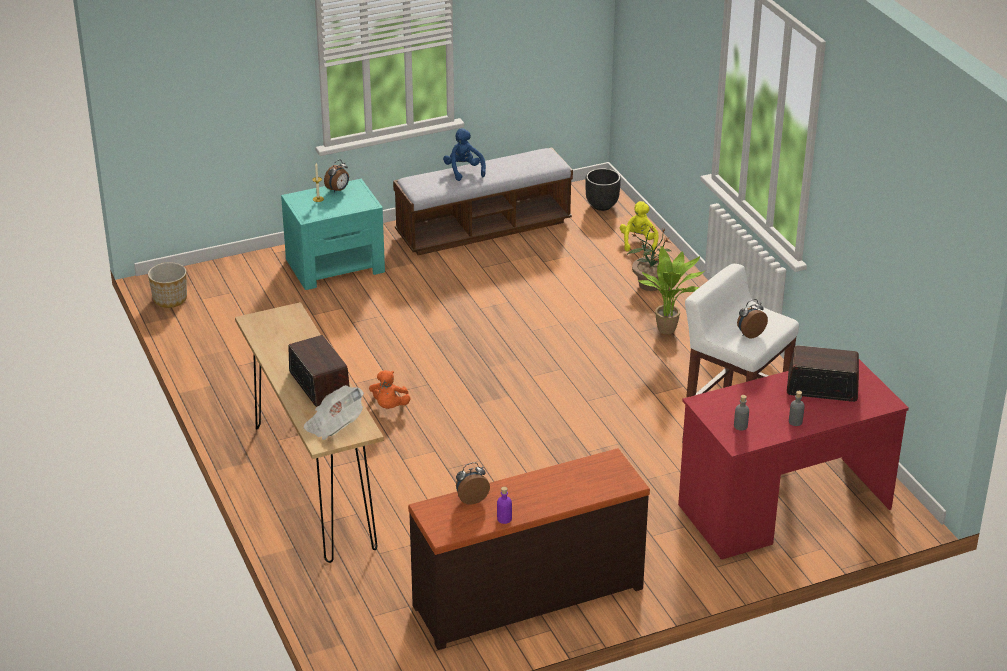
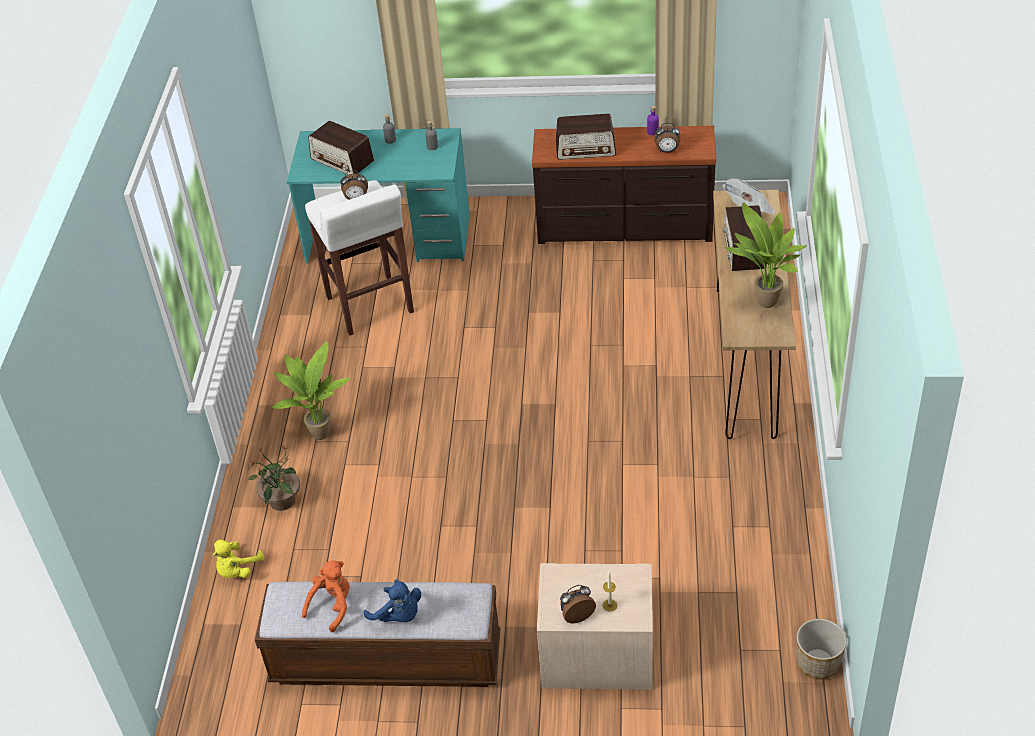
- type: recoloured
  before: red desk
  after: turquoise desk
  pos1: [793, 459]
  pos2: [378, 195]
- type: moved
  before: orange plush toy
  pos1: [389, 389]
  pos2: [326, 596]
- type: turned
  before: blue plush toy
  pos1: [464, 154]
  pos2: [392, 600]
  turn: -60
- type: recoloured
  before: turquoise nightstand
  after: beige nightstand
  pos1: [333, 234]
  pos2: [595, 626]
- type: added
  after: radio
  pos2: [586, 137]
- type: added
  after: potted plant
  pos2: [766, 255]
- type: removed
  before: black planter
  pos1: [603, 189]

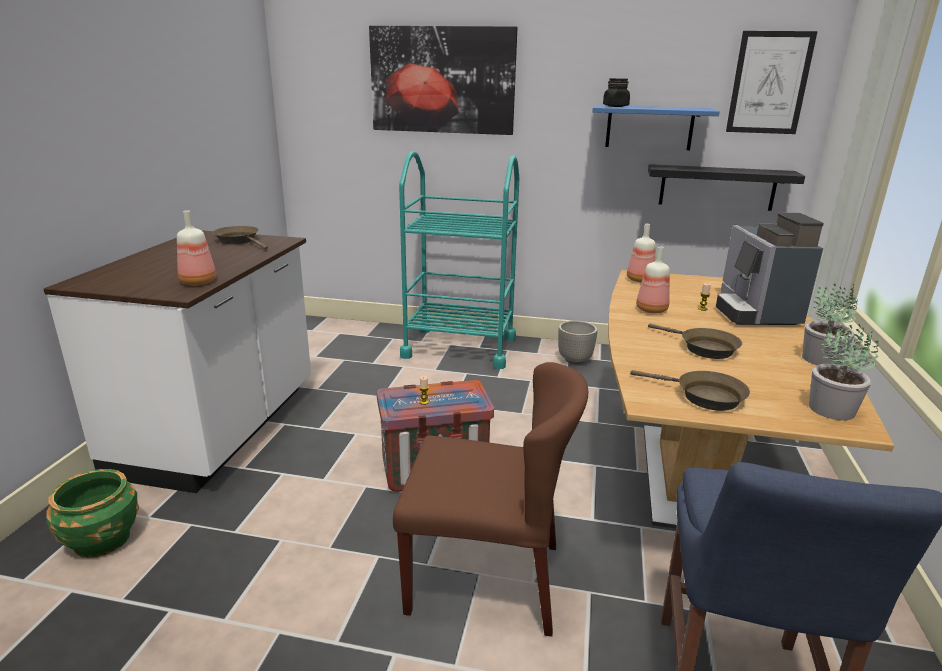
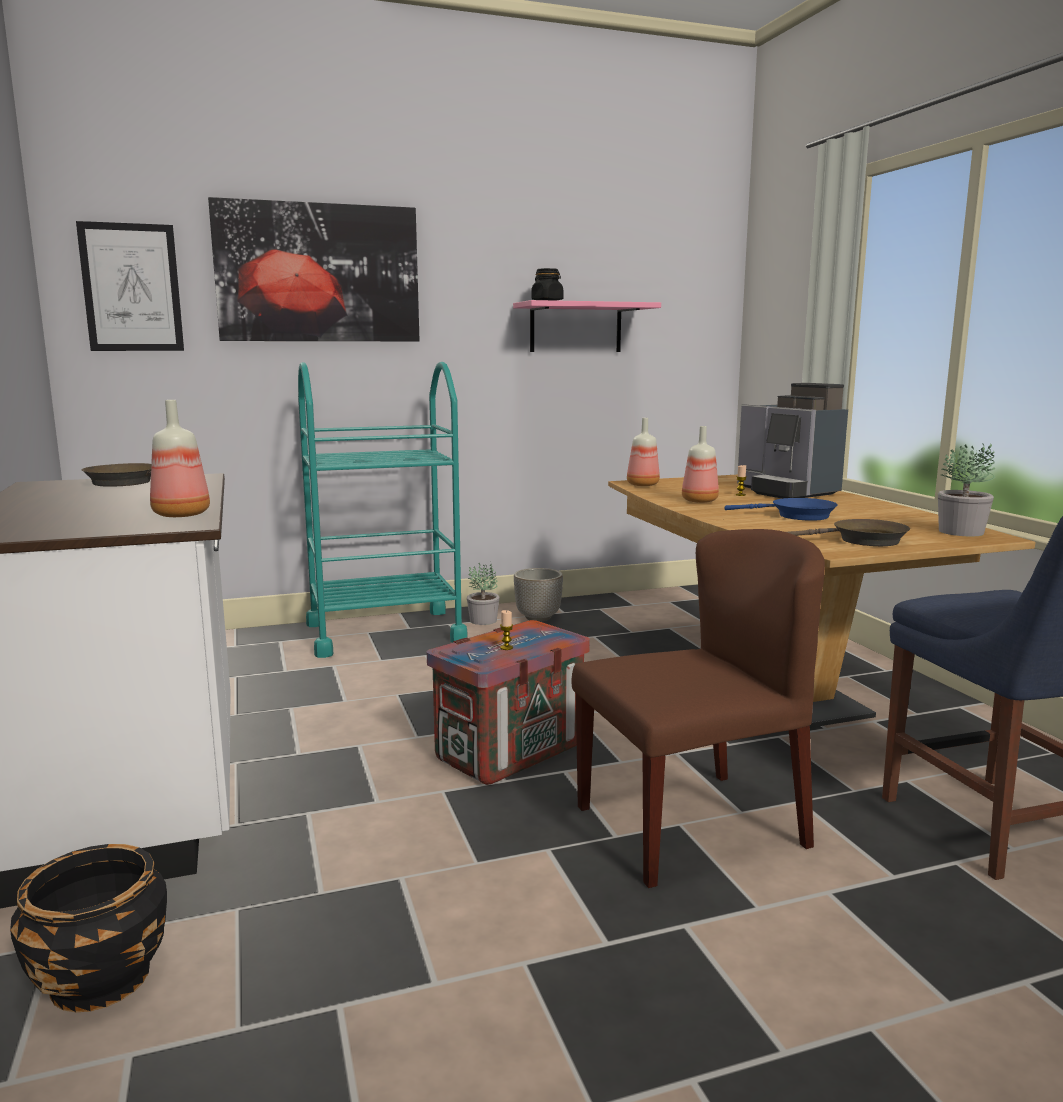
- type: recoloured
  before: green planter
  after: black planter
  pos1: [93, 513]
  pos2: [88, 928]
- type: moved
  before: picture
  pos1: [772, 82]
  pos2: [130, 286]
- type: moved
  before: potted plant
  pos1: [830, 324]
  pos2: [483, 594]
- type: recoloured
  before: blue shelf
  after: pink shelf
  pos1: [656, 127]
  pos2: [587, 326]
- type: recoloured
  before: brown frying pan
  after: blue frying pan
  pos1: [695, 341]
  pos2: [781, 509]
- type: removed
  before: black shelf
  pos1: [726, 187]

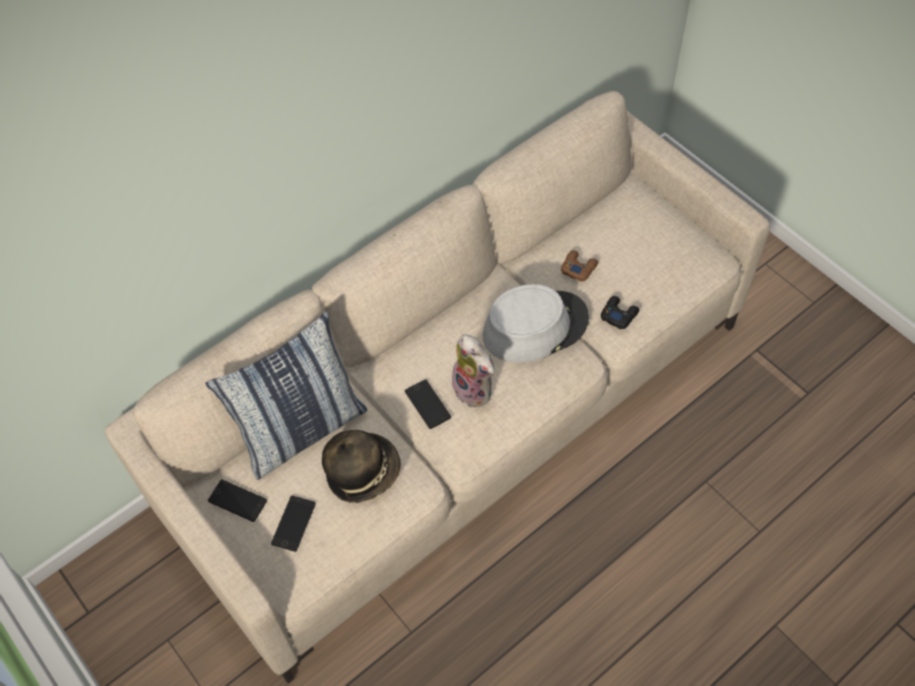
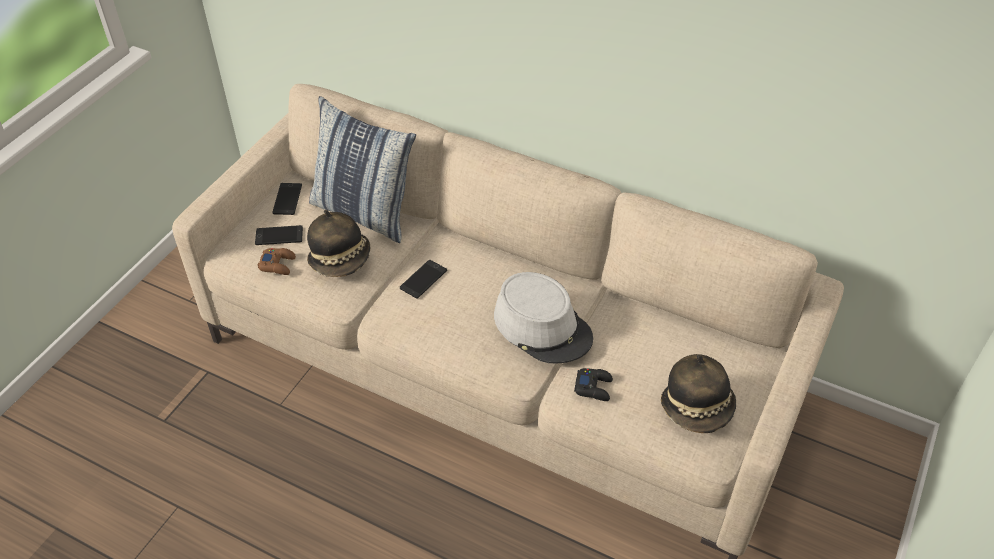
- type: moved
  before: brown game controller
  pos1: [579, 266]
  pos2: [277, 261]
- type: added
  after: hat
  pos2: [698, 393]
- type: removed
  before: plush toy
  pos1: [473, 371]

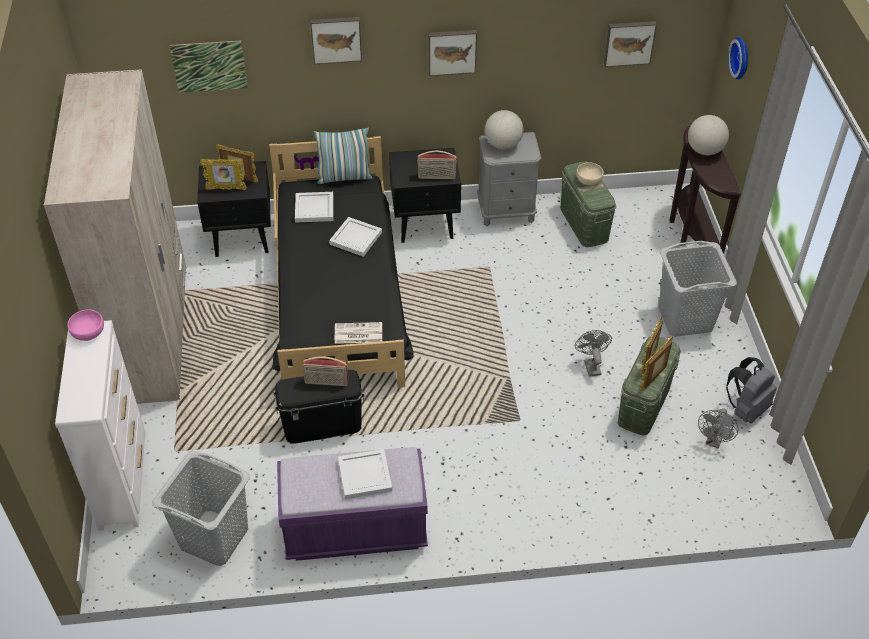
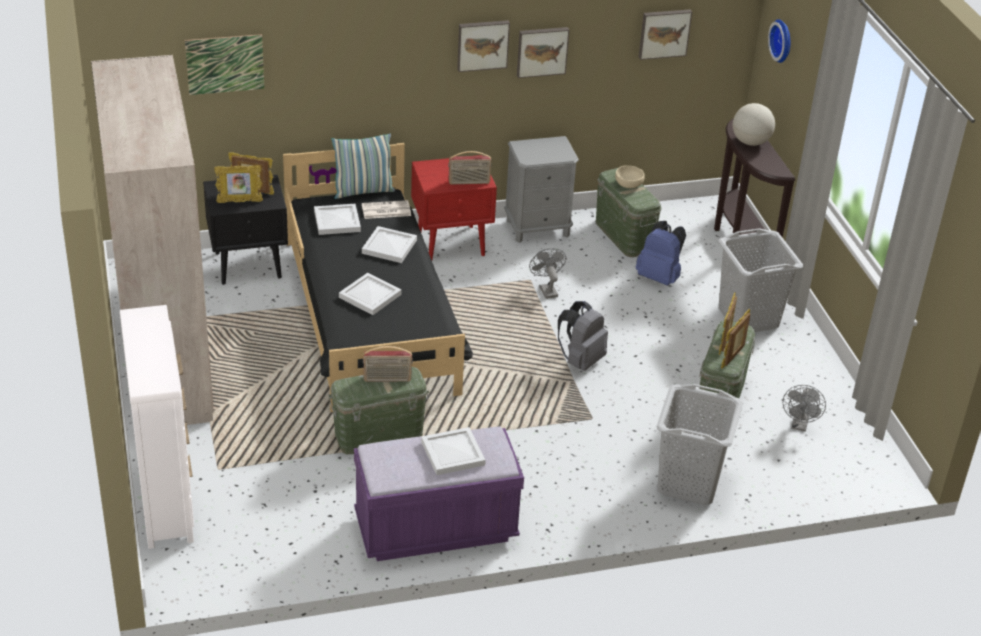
- type: recoloured
  before: black storage box
  after: green storage box
  pos1: [319, 406]
  pos2: [378, 410]
- type: added
  after: white tray
  pos2: [370, 294]
- type: moved
  before: newspaper
  pos1: [358, 333]
  pos2: [386, 209]
- type: recoloured
  before: black nightstand
  after: red nightstand
  pos1: [425, 195]
  pos2: [454, 207]
- type: moved
  before: picture
  pos1: [336, 40]
  pos2: [543, 52]
- type: moved
  before: grey fan
  pos1: [593, 353]
  pos2: [547, 273]
- type: moved
  before: grey backpack
  pos1: [751, 390]
  pos2: [583, 336]
- type: added
  after: blue backpack
  pos2: [661, 253]
- type: moved
  before: grey laundry basket
  pos1: [201, 508]
  pos2: [699, 444]
- type: removed
  before: pink bowl
  pos1: [85, 325]
- type: removed
  before: globe
  pos1: [504, 129]

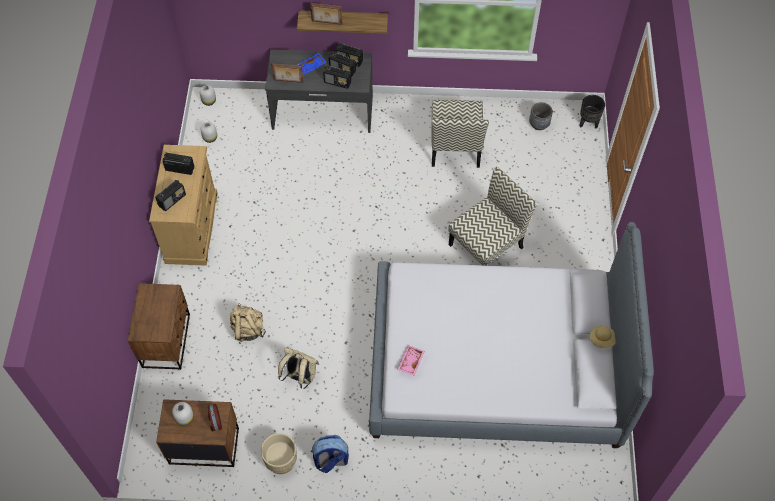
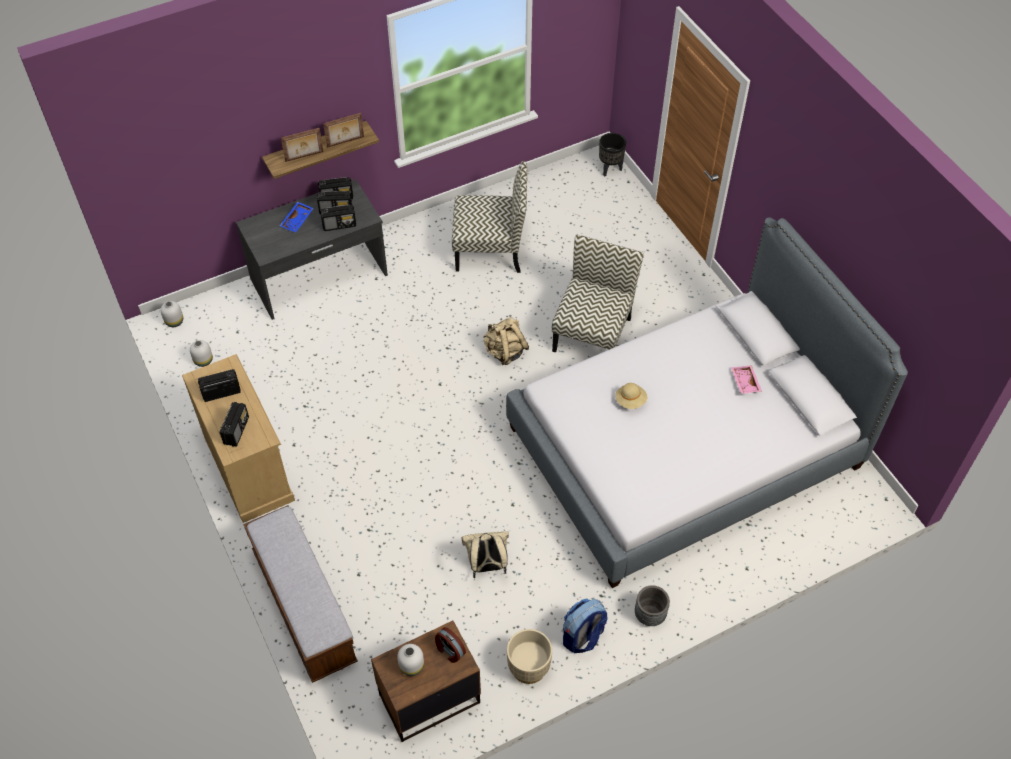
- type: replaced
  before: brown nightstand
  after: bench
  pos1: [159, 326]
  pos2: [300, 594]
- type: moved
  before: picture frame
  pos1: [287, 73]
  pos2: [343, 130]
- type: turned
  before: chair
  pos1: [460, 134]
  pos2: [489, 217]
  turn: -60
- type: moved
  before: beige backpack
  pos1: [248, 323]
  pos2: [506, 341]
- type: moved
  before: beige hat
  pos1: [603, 337]
  pos2: [631, 396]
- type: moved
  before: grey planter
  pos1: [541, 116]
  pos2: [652, 605]
- type: moved
  before: pink tray
  pos1: [411, 360]
  pos2: [746, 379]

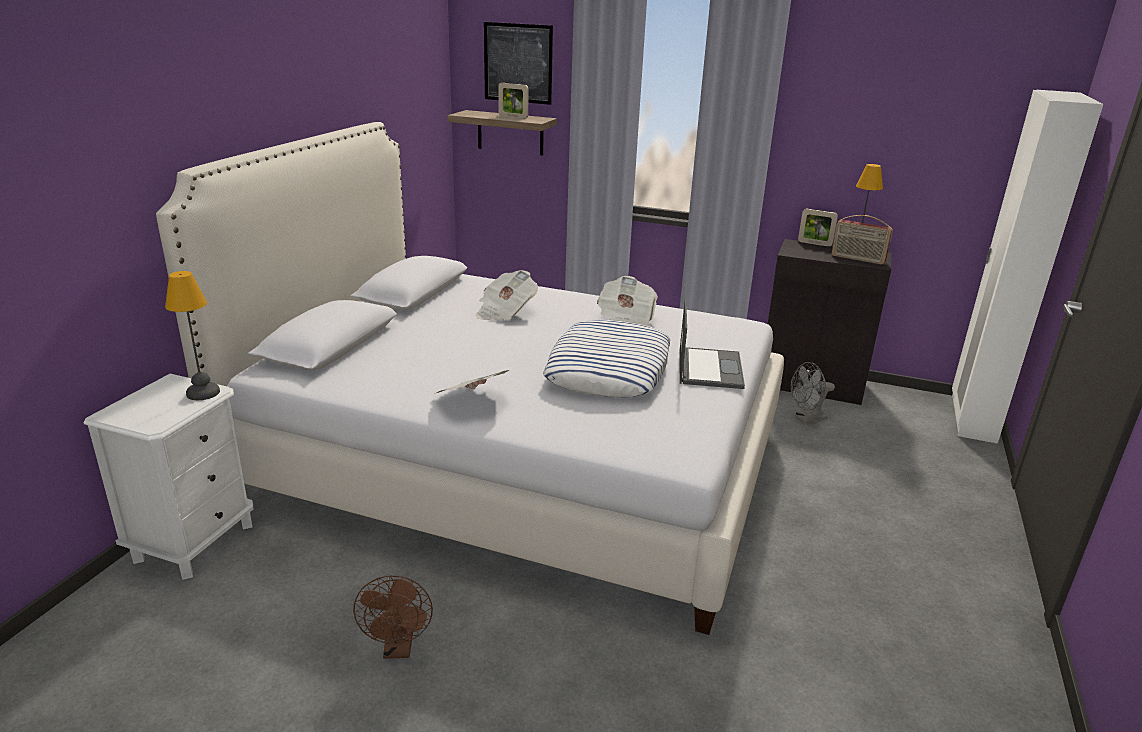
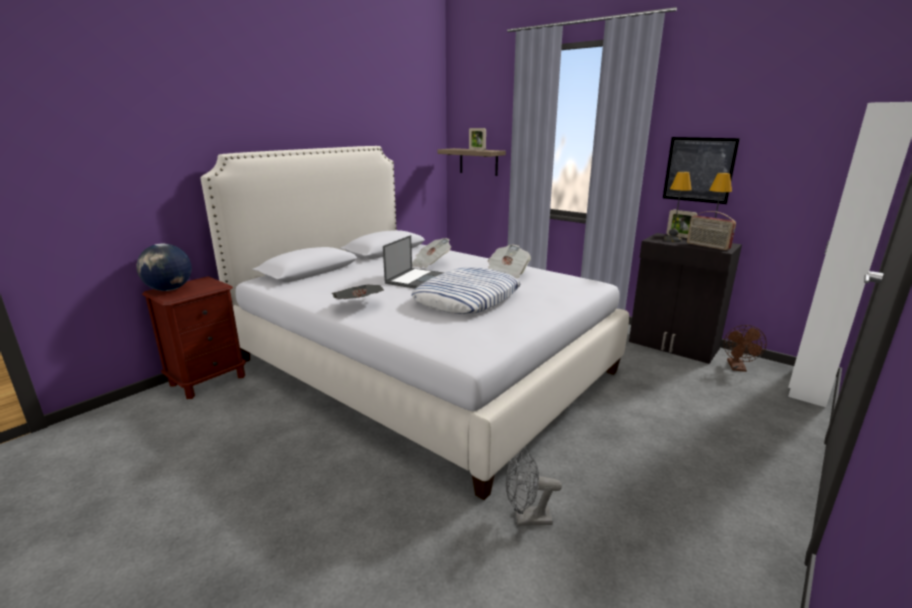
- type: added
  after: globe
  pos2: [164, 267]
- type: recoloured
  before: white nightstand
  after: brown nightstand
  pos1: [168, 477]
  pos2: [194, 337]
- type: moved
  before: laptop
  pos1: [712, 343]
  pos2: [413, 262]
- type: moved
  before: grey fan
  pos1: [813, 392]
  pos2: [534, 487]
- type: moved
  before: picture
  pos1: [518, 63]
  pos2: [701, 170]
- type: moved
  before: table lamp
  pos1: [192, 335]
  pos2: [678, 207]
- type: moved
  before: brown fan
  pos1: [393, 617]
  pos2: [745, 348]

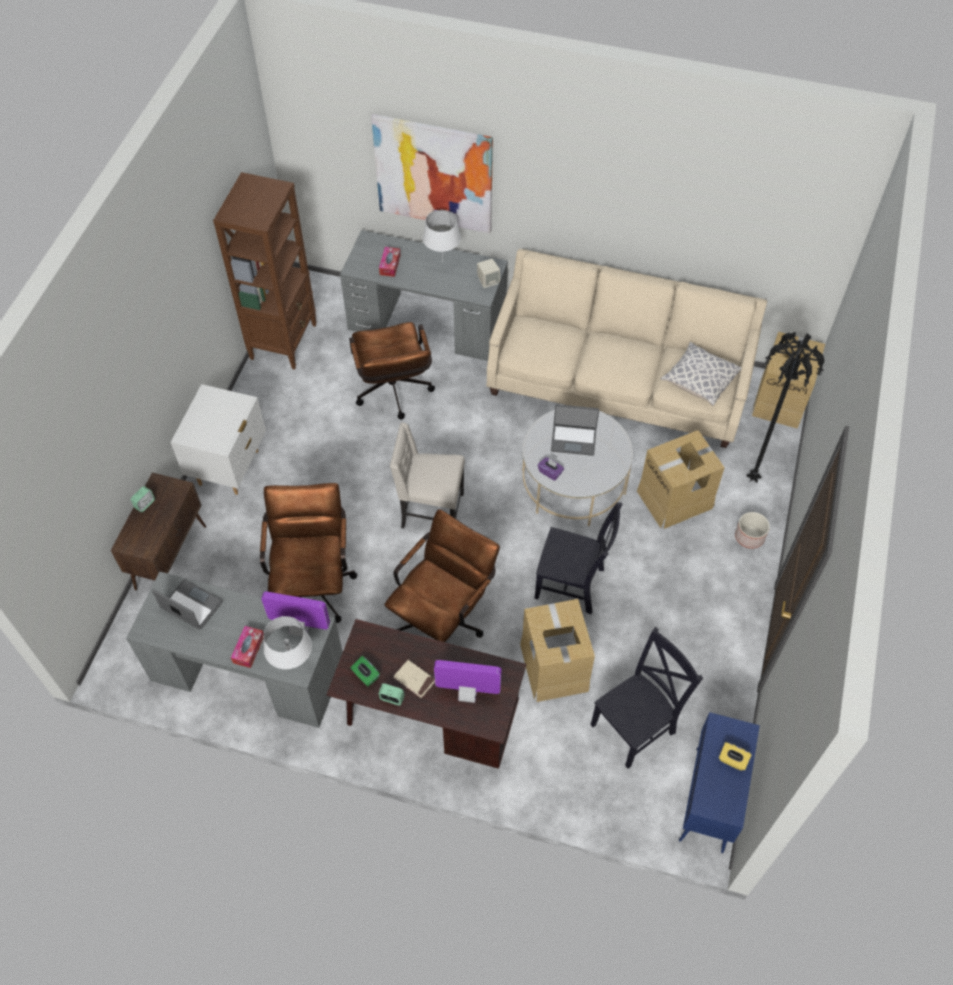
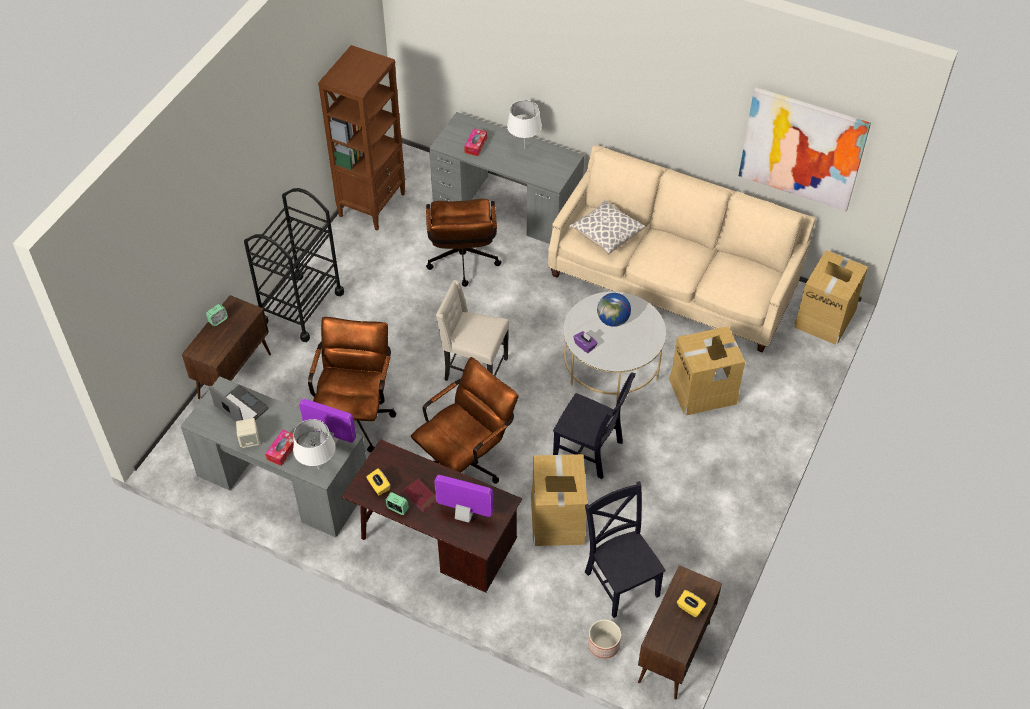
- type: moved
  before: beige speaker
  pos1: [488, 273]
  pos2: [248, 433]
- type: replaced
  before: white nightstand
  after: black cart
  pos1: [218, 439]
  pos2: [294, 265]
- type: recoloured
  before: green tissue box
  after: yellow tissue box
  pos1: [365, 671]
  pos2: [378, 482]
- type: recoloured
  before: beige book
  after: red book
  pos1: [414, 679]
  pos2: [419, 495]
- type: moved
  before: pillow
  pos1: [701, 374]
  pos2: [607, 227]
- type: turned
  before: black chair
  pos1: [646, 698]
  pos2: [625, 549]
  turn: -90
- type: moved
  before: planter
  pos1: [752, 530]
  pos2: [604, 639]
- type: replaced
  before: laptop
  after: globe
  pos1: [575, 430]
  pos2: [614, 310]
- type: recoloured
  before: blue cabinet
  after: brown cabinet
  pos1: [719, 782]
  pos2: [680, 632]
- type: moved
  before: picture
  pos1: [432, 173]
  pos2: [805, 149]
- type: removed
  before: black floor lamp
  pos1: [785, 407]

